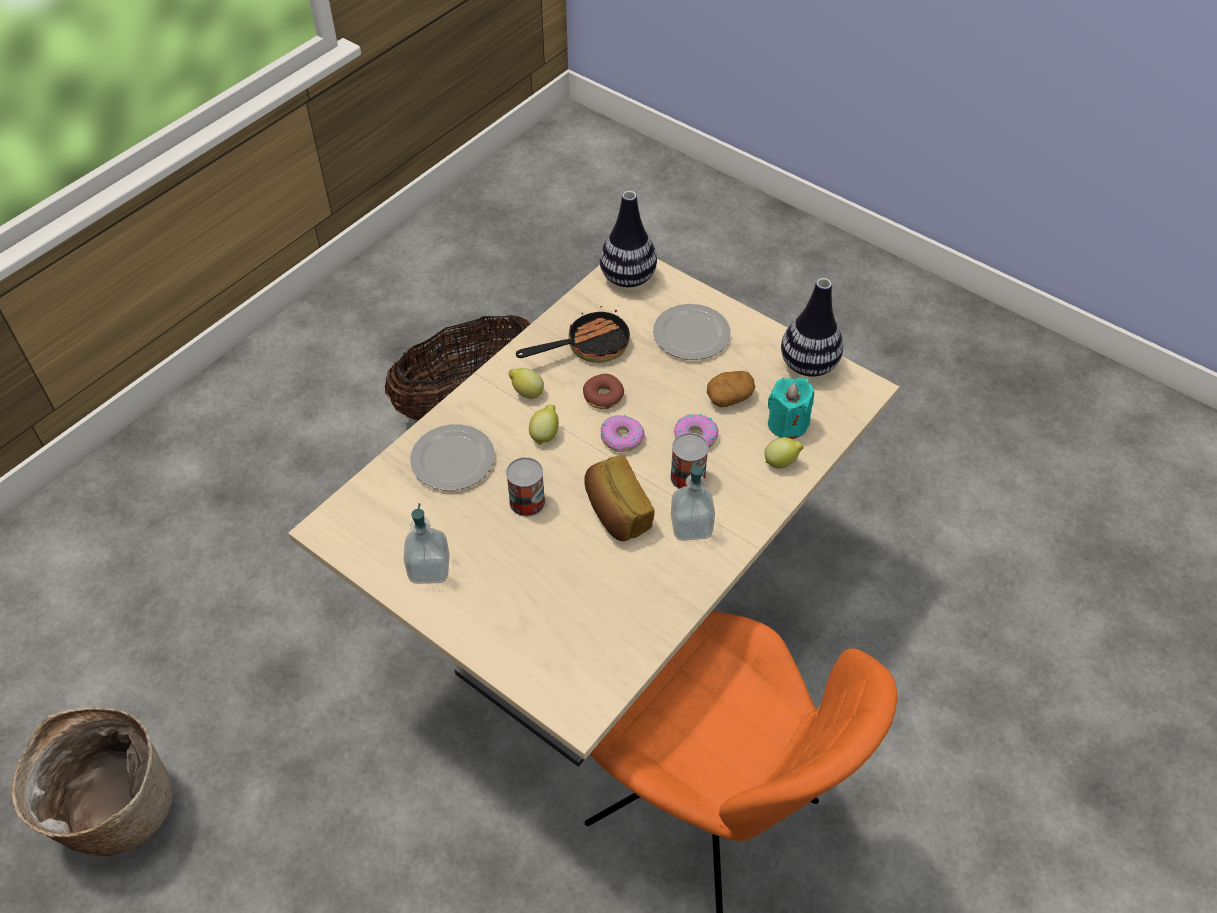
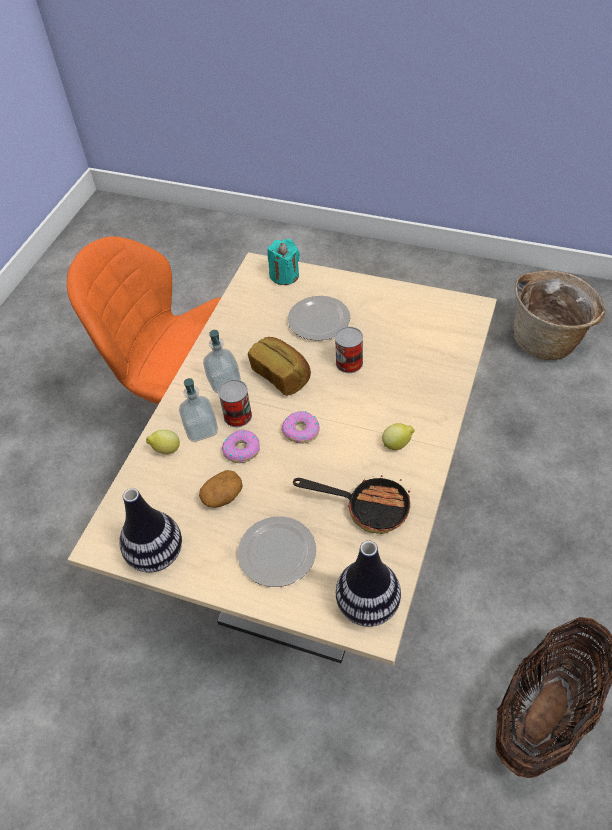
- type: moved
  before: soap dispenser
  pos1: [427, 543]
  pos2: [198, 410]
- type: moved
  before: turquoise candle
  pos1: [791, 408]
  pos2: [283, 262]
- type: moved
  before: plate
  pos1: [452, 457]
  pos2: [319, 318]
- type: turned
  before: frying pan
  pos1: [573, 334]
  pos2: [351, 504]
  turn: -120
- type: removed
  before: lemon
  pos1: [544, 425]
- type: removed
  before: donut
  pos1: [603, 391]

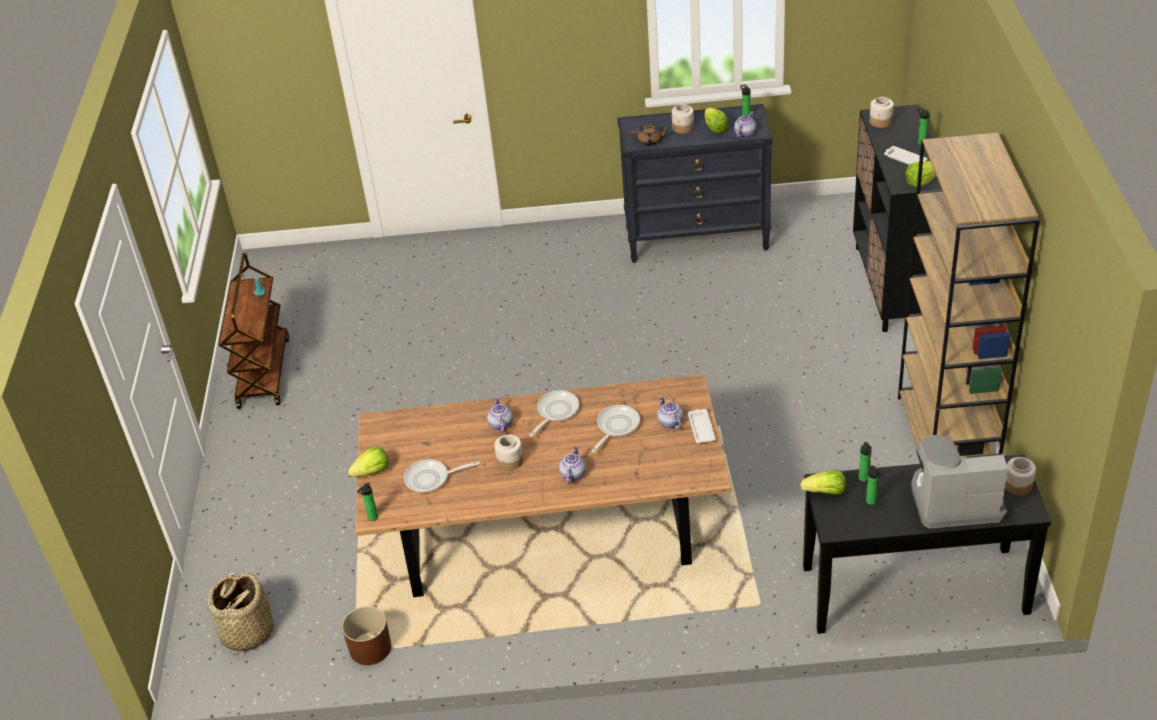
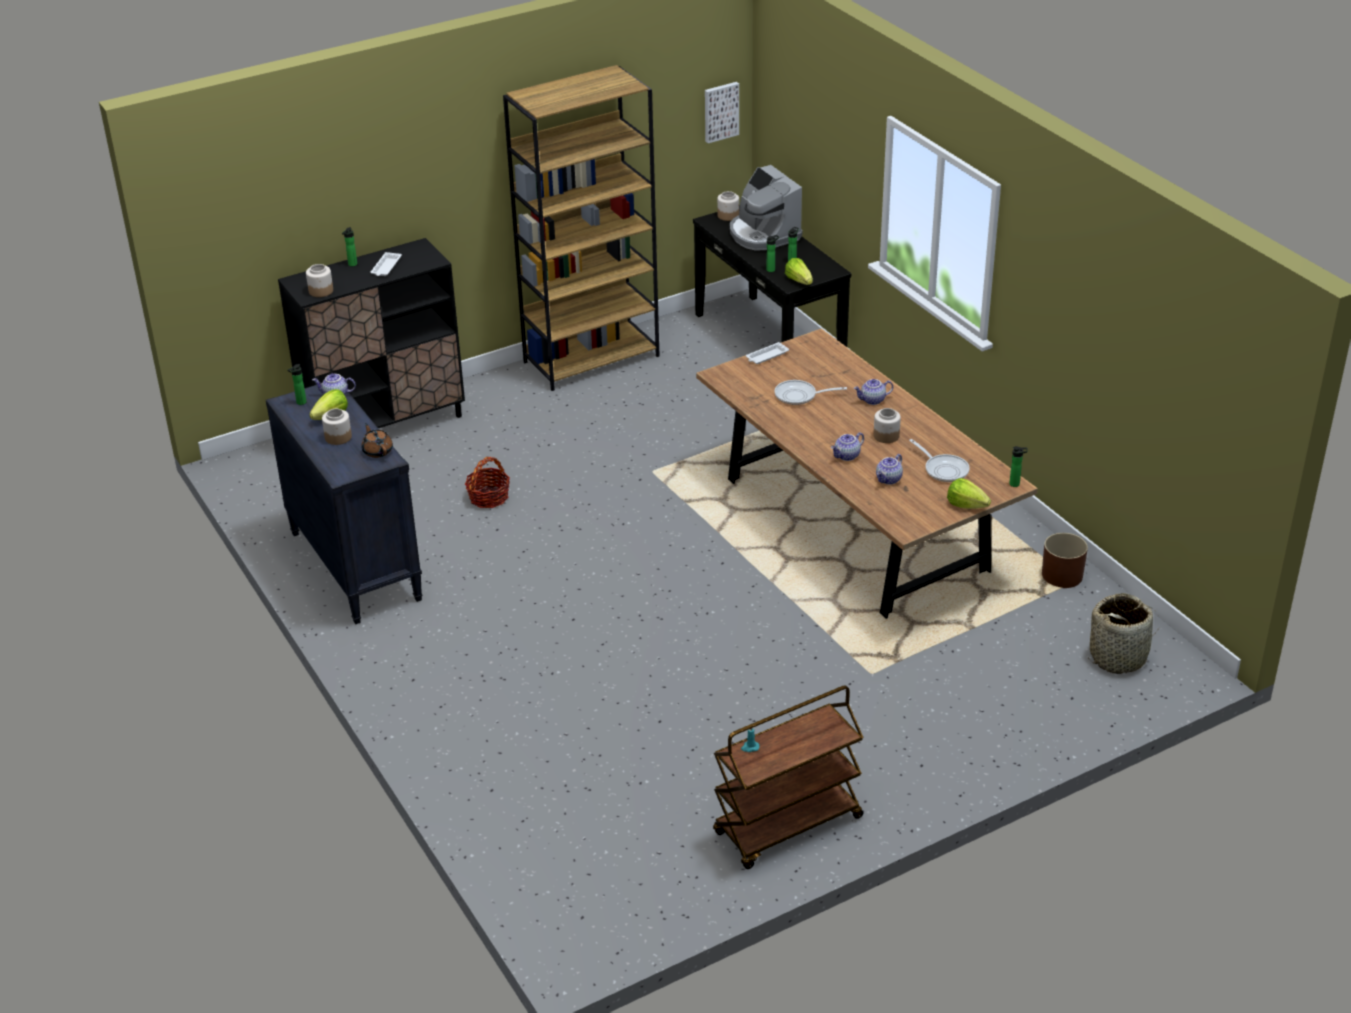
- type: added
  after: basket
  pos2: [487, 482]
- type: added
  after: picture
  pos2: [722, 112]
- type: moved
  before: teapot
  pos1: [670, 413]
  pos2: [889, 469]
- type: removed
  before: frying pan
  pos1: [554, 413]
- type: removed
  before: lettuce
  pos1: [920, 174]

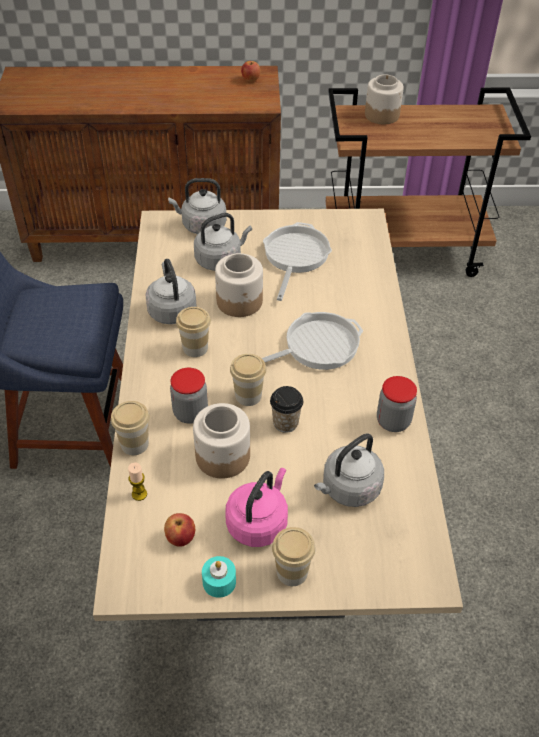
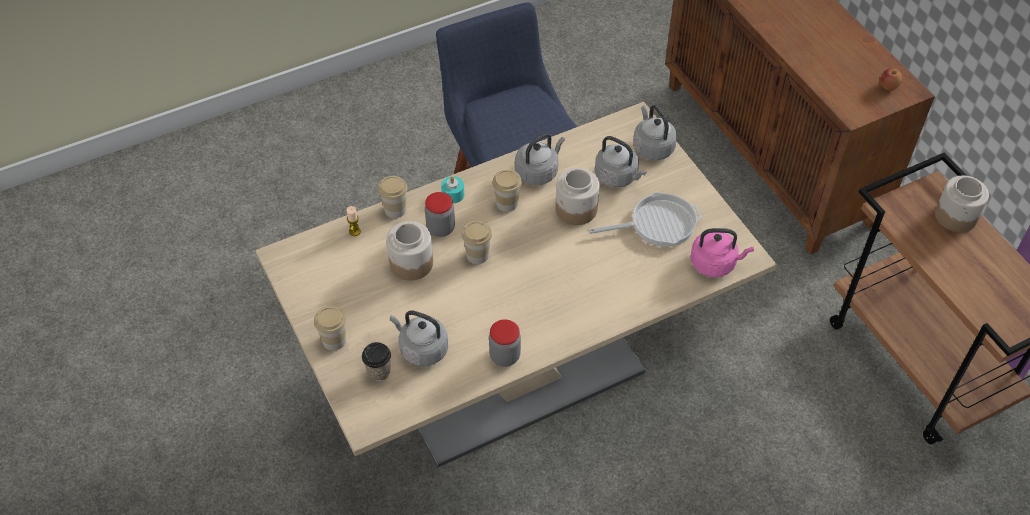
- type: moved
  before: cup
  pos1: [286, 409]
  pos2: [376, 361]
- type: moved
  before: turquoise candle
  pos1: [219, 577]
  pos2: [452, 189]
- type: moved
  before: pink kettle
  pos1: [256, 507]
  pos2: [722, 252]
- type: removed
  before: apple
  pos1: [179, 530]
- type: removed
  before: frying pan
  pos1: [312, 341]

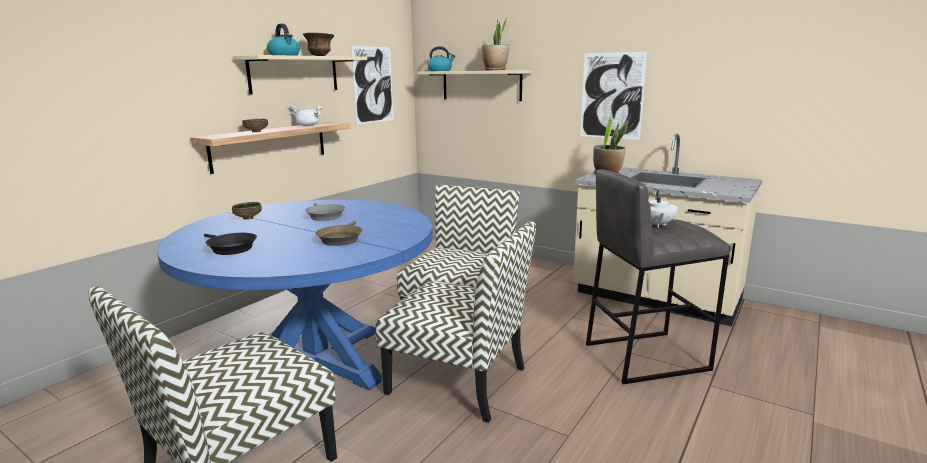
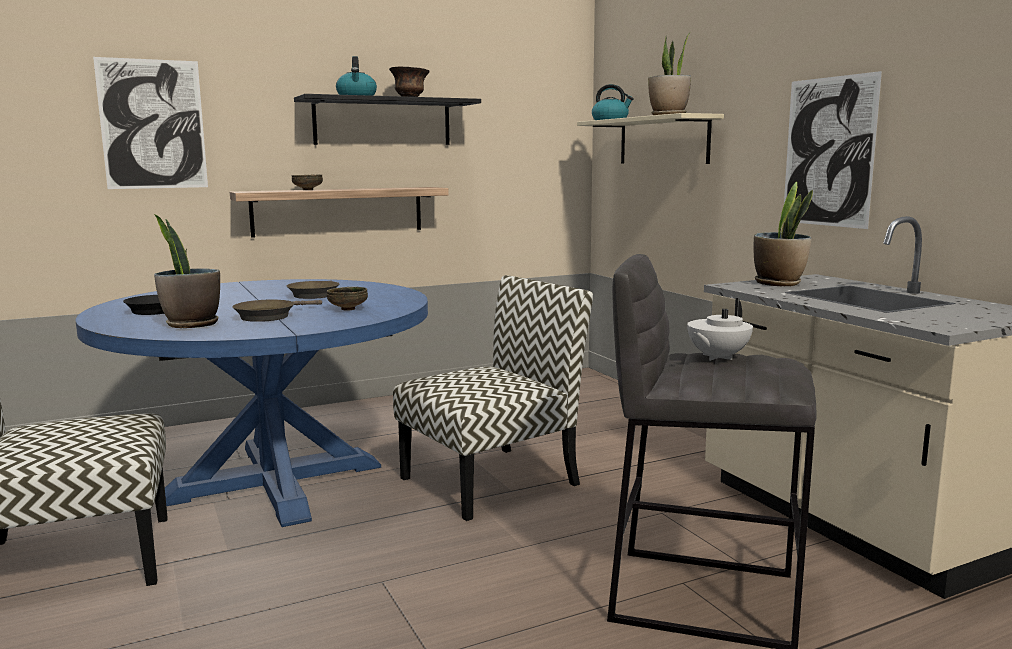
- type: moved
  before: picture
  pos1: [372, 85]
  pos2: [150, 123]
- type: added
  after: potted plant
  pos2: [187, 271]
- type: recoloured
  before: grey frying pan
  after: brown frying pan
  pos1: [325, 212]
  pos2: [313, 290]
- type: recoloured
  before: beige shelf
  after: black shelf
  pos1: [299, 74]
  pos2: [387, 119]
- type: moved
  before: bowl
  pos1: [247, 211]
  pos2: [347, 298]
- type: removed
  before: white cooking pot
  pos1: [306, 115]
- type: removed
  before: chair
  pos1: [456, 322]

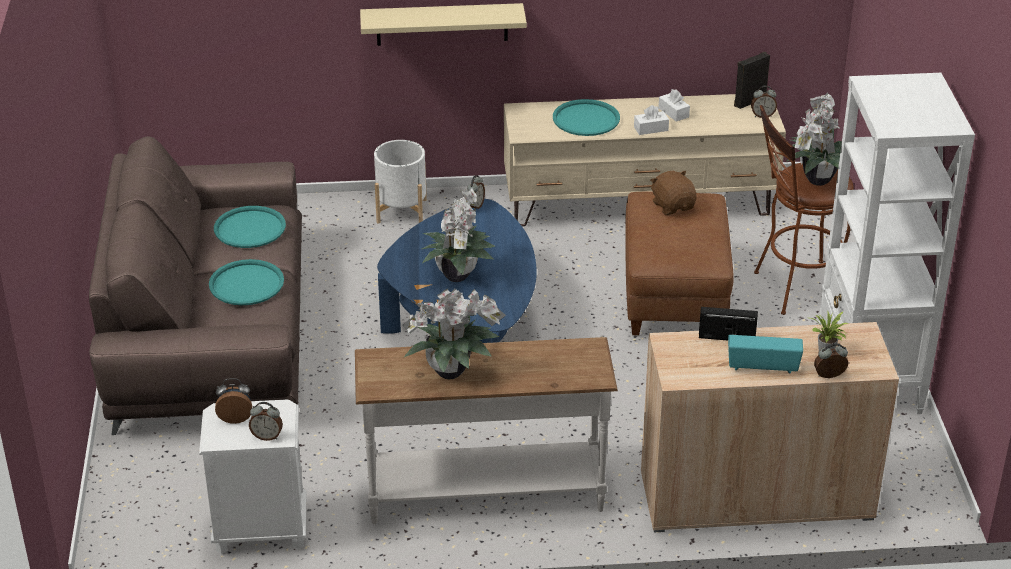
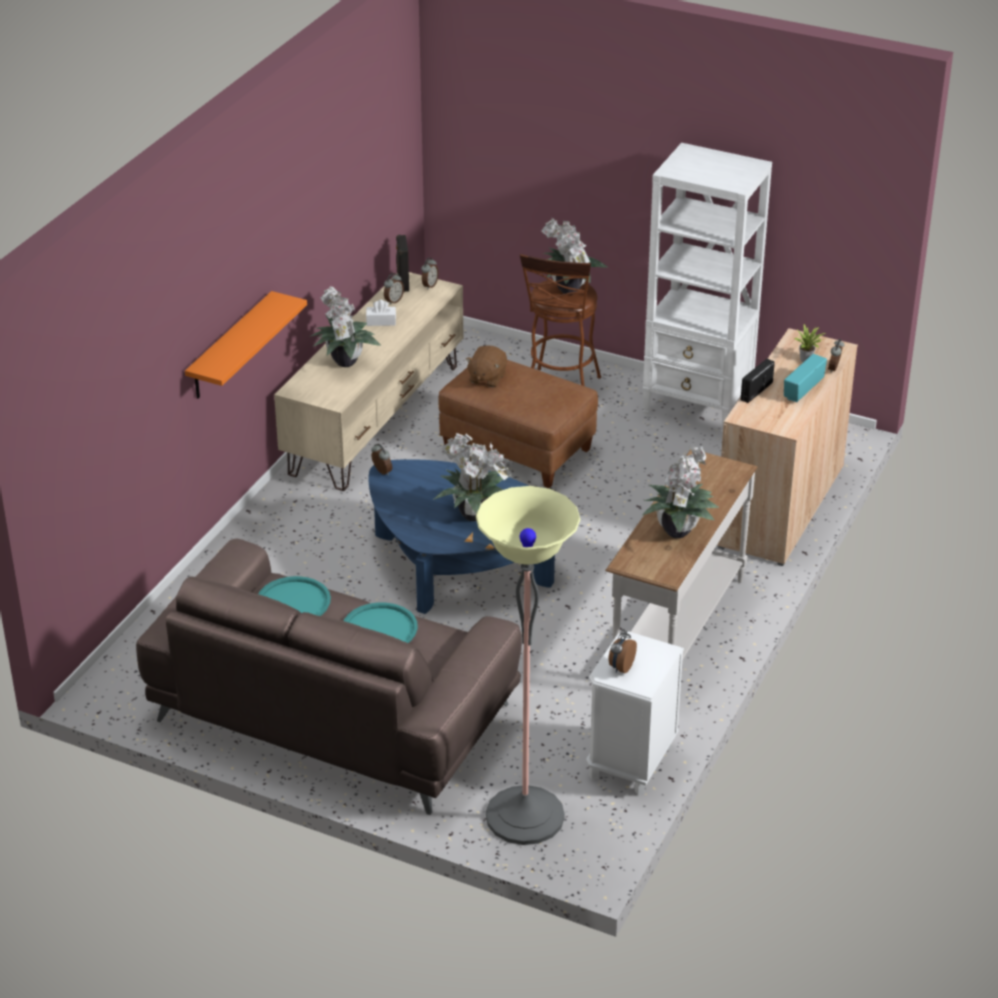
- type: recoloured
  before: beige shelf
  after: orange shelf
  pos1: [443, 24]
  pos2: [246, 345]
- type: replaced
  before: turquoise tray
  after: potted plant
  pos1: [586, 117]
  pos2: [345, 327]
- type: moved
  before: alarm clock
  pos1: [266, 421]
  pos2: [394, 289]
- type: turned
  before: brown plush toy
  pos1: [673, 192]
  pos2: [486, 366]
  turn: -75
- type: added
  after: floor lamp
  pos2: [528, 665]
- type: removed
  before: white planter
  pos1: [400, 182]
- type: removed
  before: white tissue box
  pos1: [651, 120]

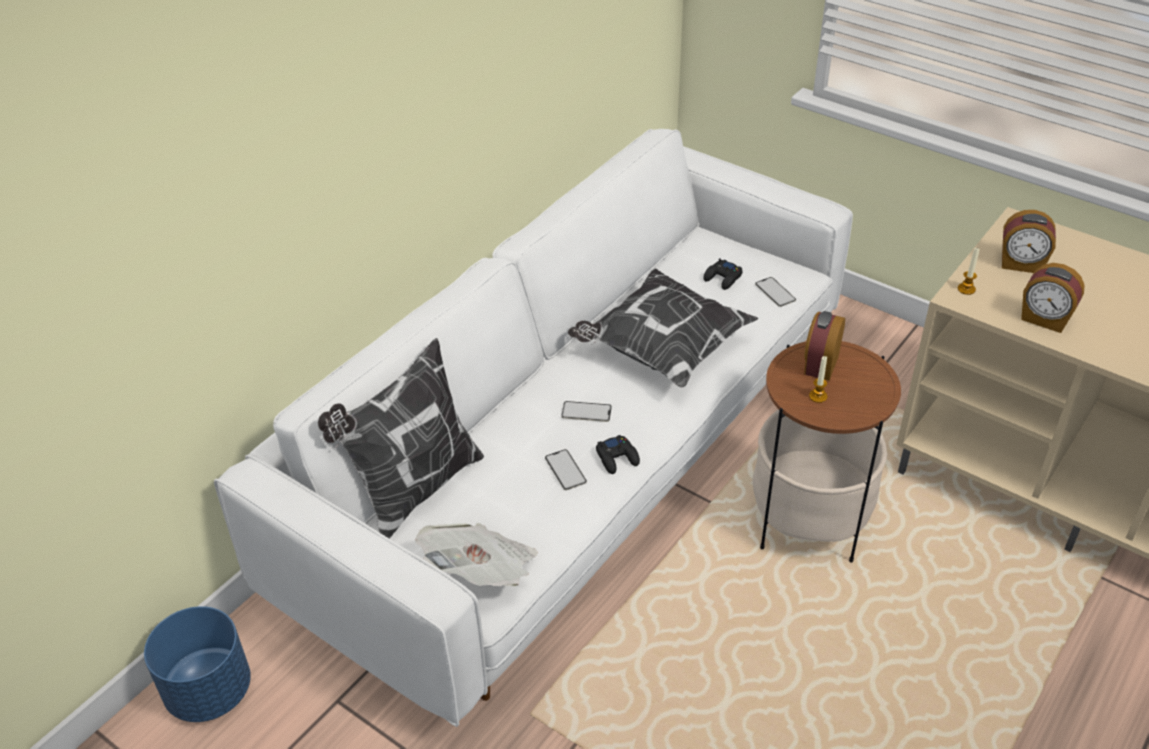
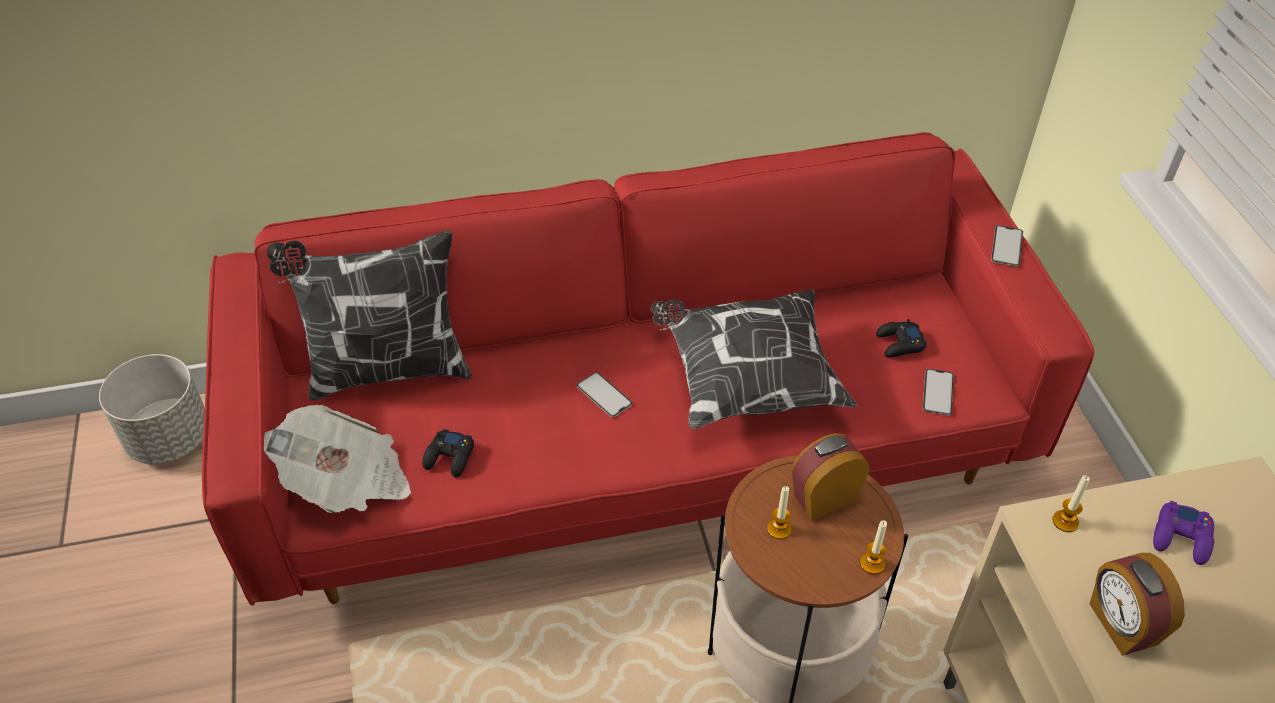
- type: recoloured
  before: blue planter
  after: grey planter
  pos1: [197, 664]
  pos2: [152, 409]
- type: recoloured
  before: white sofa
  after: red sofa
  pos1: [533, 428]
  pos2: [648, 369]
- type: moved
  before: black game controller
  pos1: [618, 454]
  pos2: [448, 453]
- type: added
  after: candle
  pos2: [873, 547]
- type: moved
  before: phone
  pos1: [566, 469]
  pos2: [1007, 245]
- type: replaced
  before: alarm clock
  after: purple game controller
  pos1: [1029, 241]
  pos2: [1183, 533]

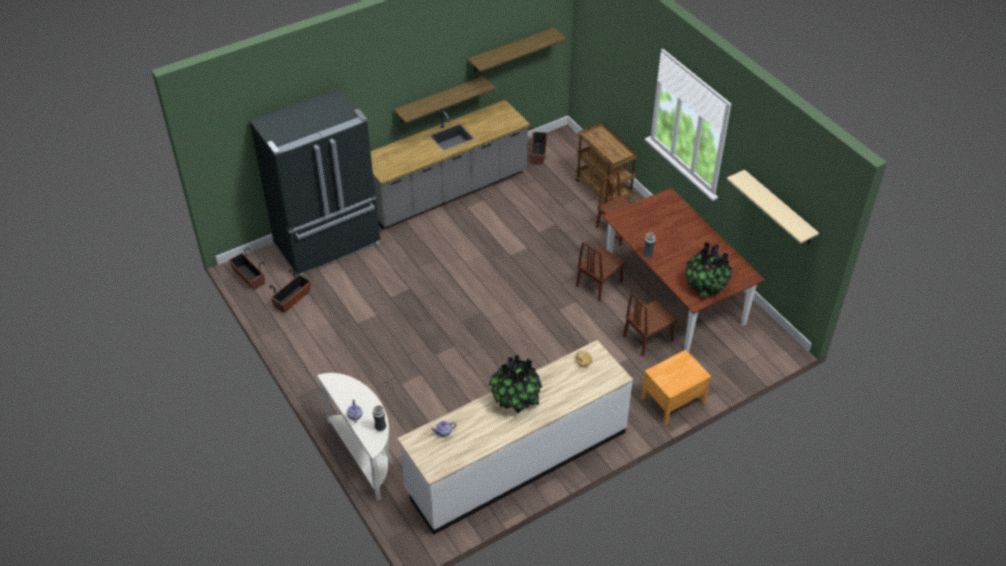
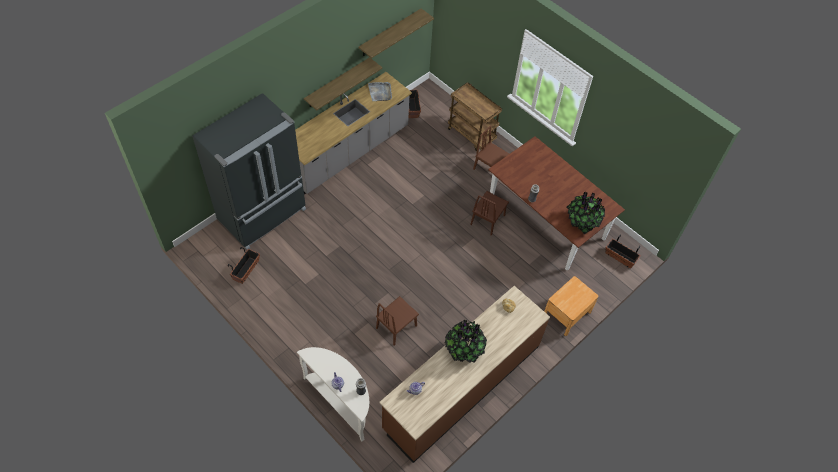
- type: added
  after: grey tray
  pos2: [380, 91]
- type: moved
  before: brown chair
  pos1: [650, 325]
  pos2: [397, 321]
- type: recoloured
  before: white counter
  after: brown counter
  pos1: [515, 437]
  pos2: [464, 374]
- type: moved
  before: planter
  pos1: [246, 268]
  pos2: [623, 251]
- type: removed
  before: beige shelf
  pos1: [773, 207]

